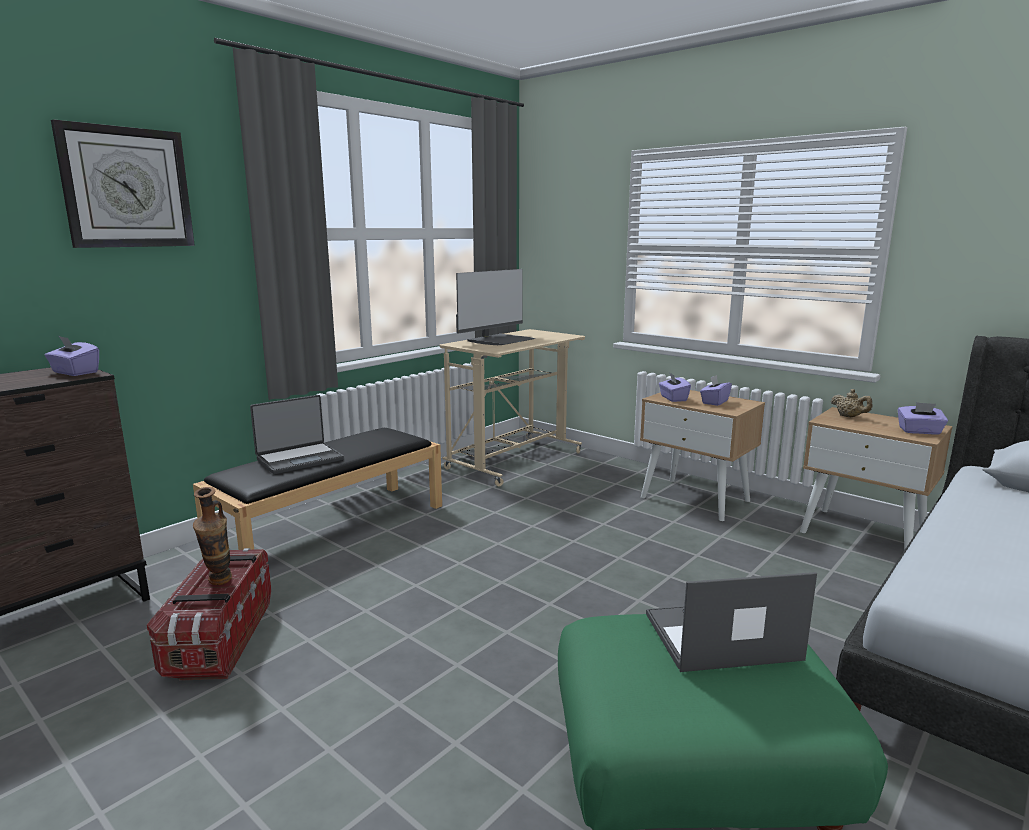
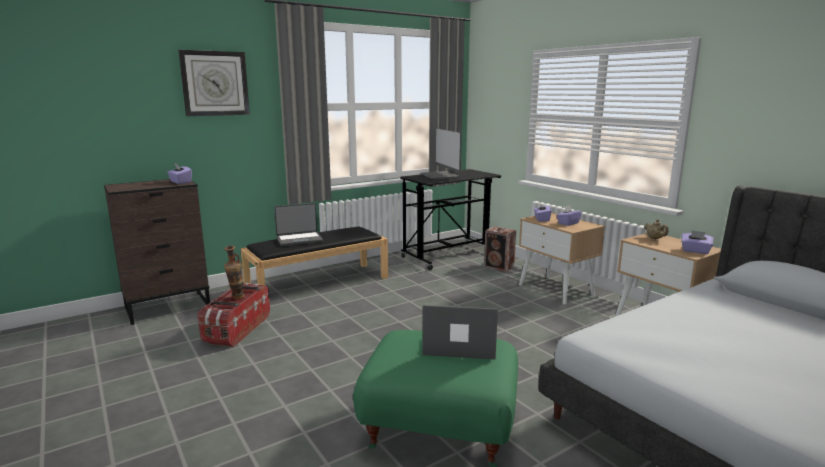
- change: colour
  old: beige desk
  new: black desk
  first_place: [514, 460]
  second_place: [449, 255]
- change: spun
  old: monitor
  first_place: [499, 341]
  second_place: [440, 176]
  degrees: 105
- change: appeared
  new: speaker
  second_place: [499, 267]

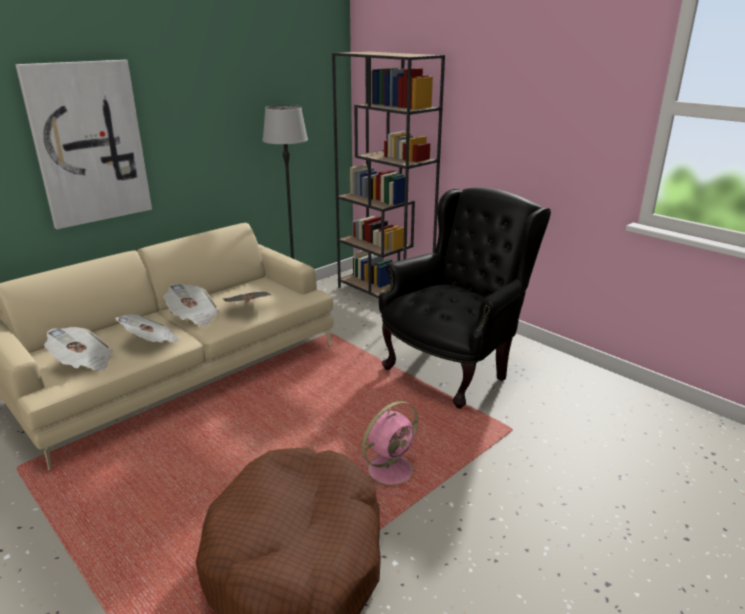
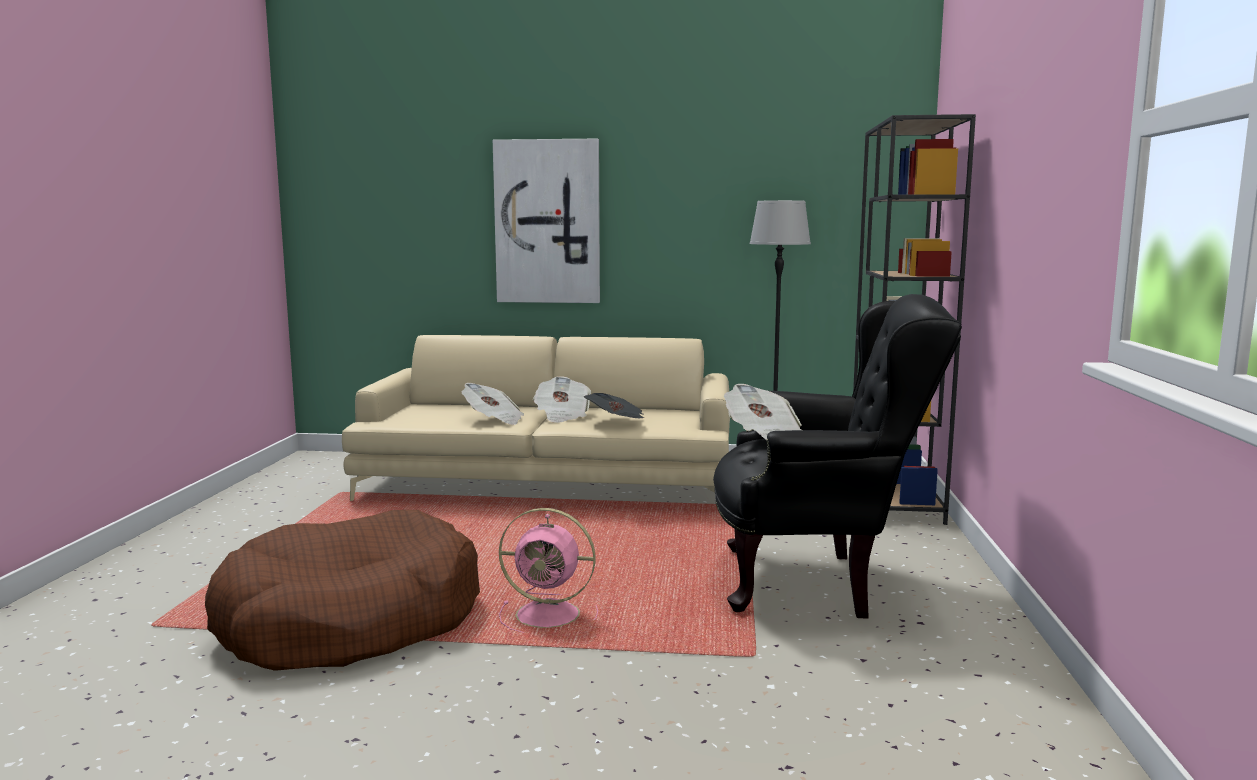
- change: relocated
  old: newspaper
  first_place: [83, 363]
  second_place: [763, 436]

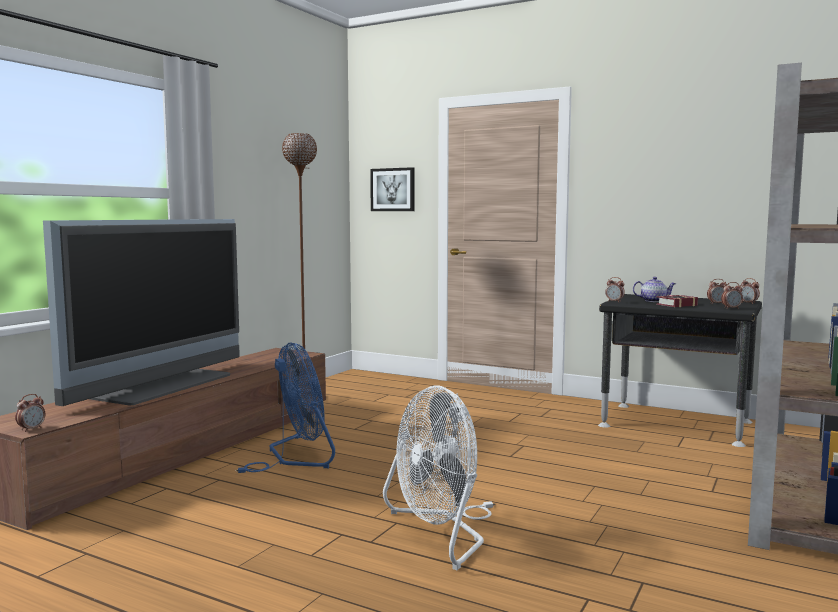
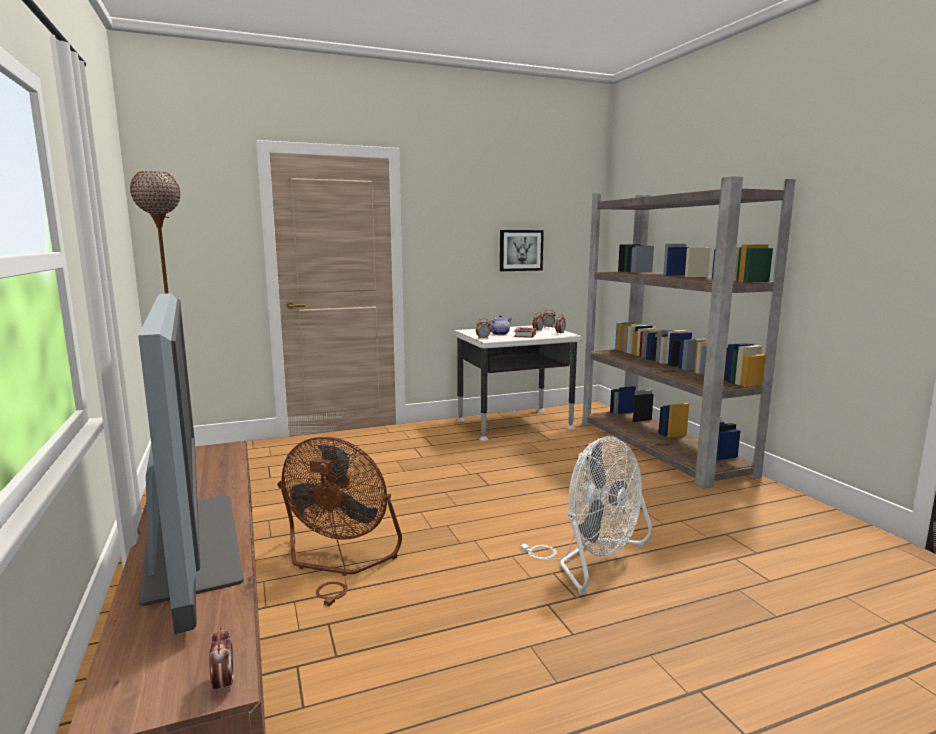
- change: colour
  old: blue fan
  new: brown fan
  first_place: [292, 456]
  second_place: [335, 563]
- change: relocated
  old: picture
  first_place: [393, 189]
  second_place: [520, 250]
- change: spun
  old: white fan
  first_place: [444, 531]
  second_place: [590, 561]
  degrees: -60
- change: colour
  old: black desk
  new: white desk
  first_place: [676, 423]
  second_place: [514, 423]

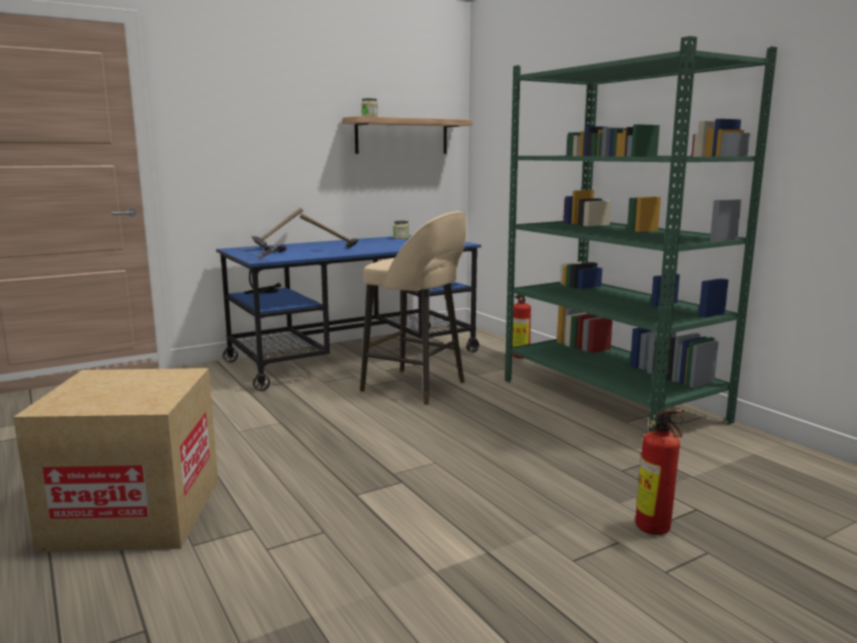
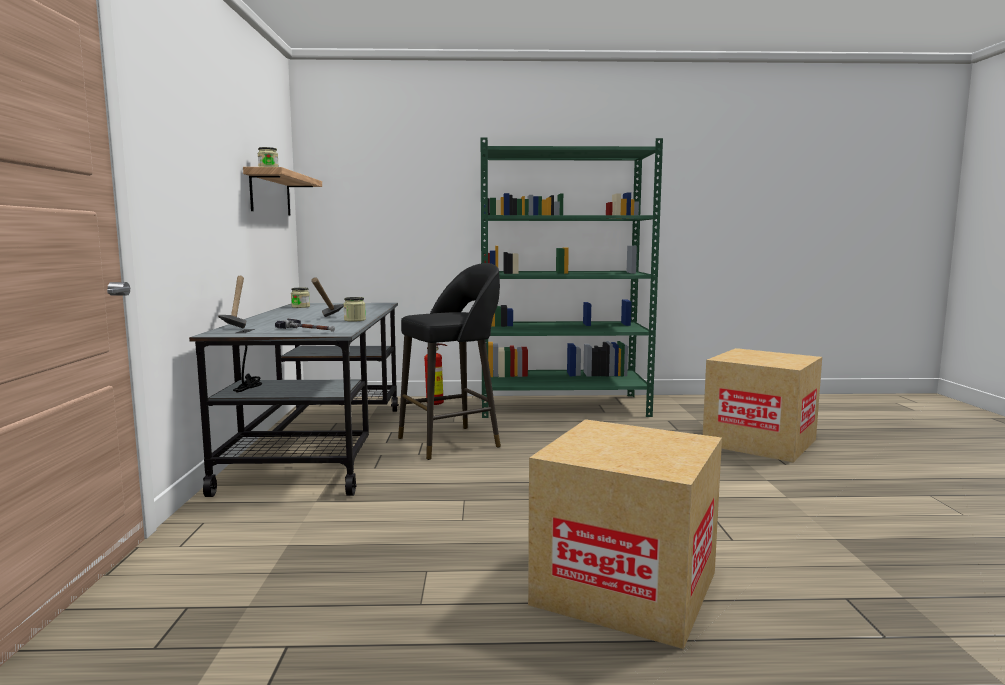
- change: colour
  old: blue desk
  new: grey desk
  first_place: [354, 356]
  second_place: [320, 445]
- change: colour
  old: beige stool
  new: black stool
  first_place: [416, 387]
  second_place: [451, 442]
- change: exchanged
  old: fire extinguisher
  new: cardboard box
  first_place: [654, 531]
  second_place: [759, 442]
- change: appeared
  new: jar
  second_place: [355, 320]

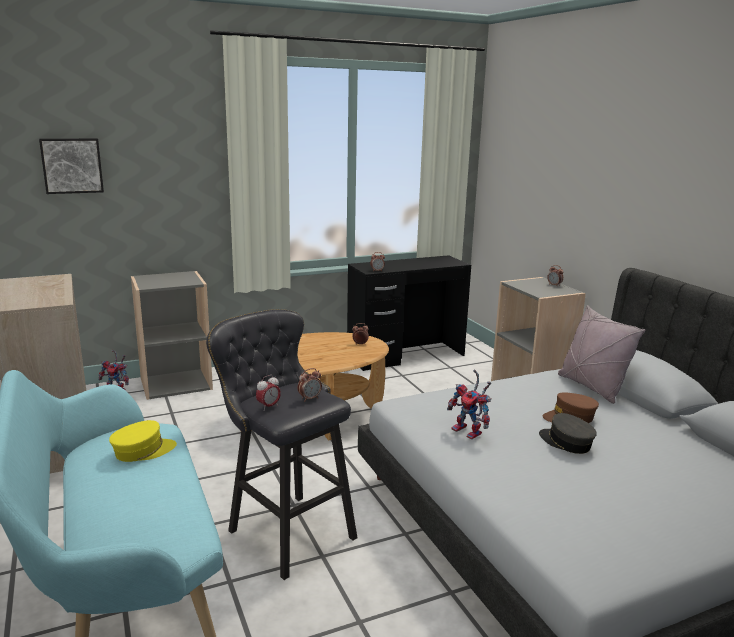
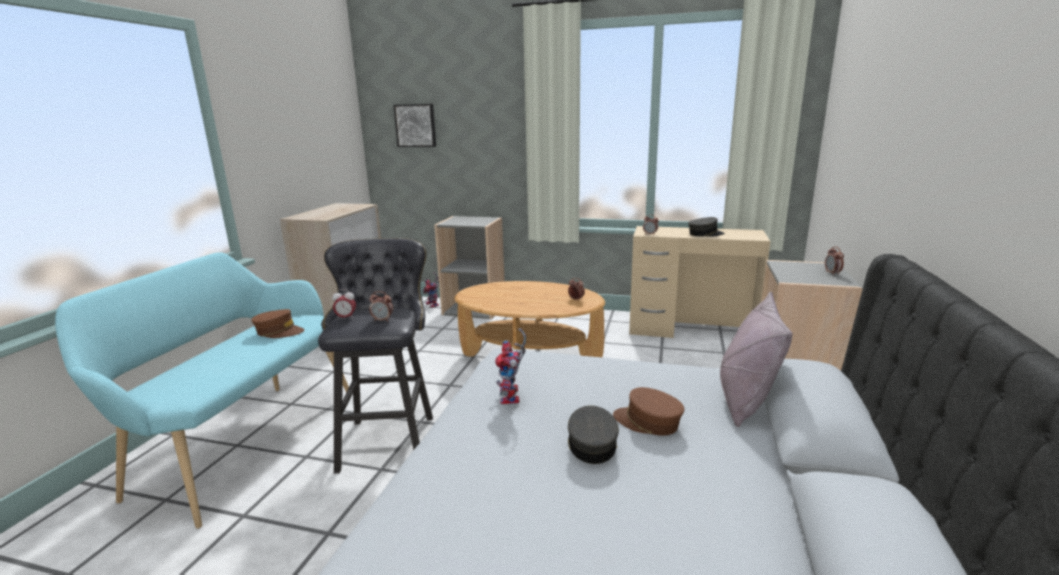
- change: colour
  old: yellow cap
  new: brown cap
  first_place: [143, 451]
  second_place: [279, 331]
- change: colour
  old: black desk
  new: beige desk
  first_place: [405, 355]
  second_place: [691, 331]
- change: appeared
  new: grey cap
  second_place: [705, 234]

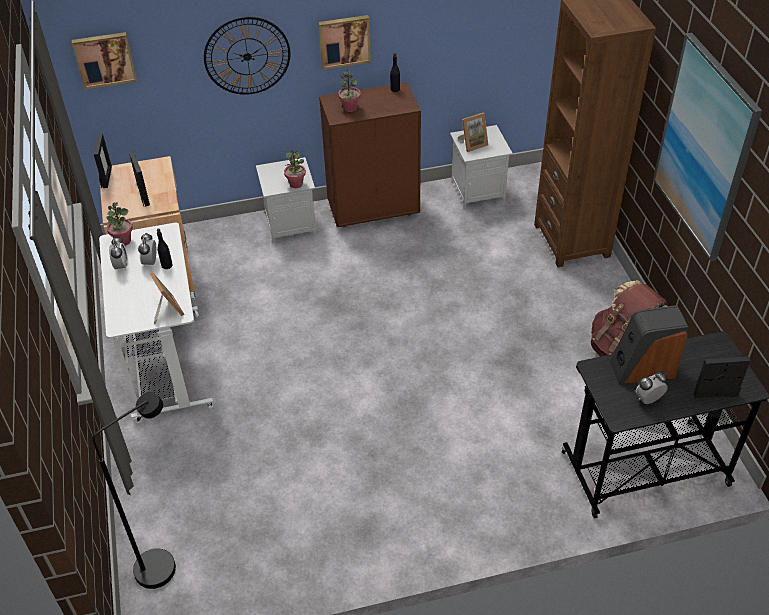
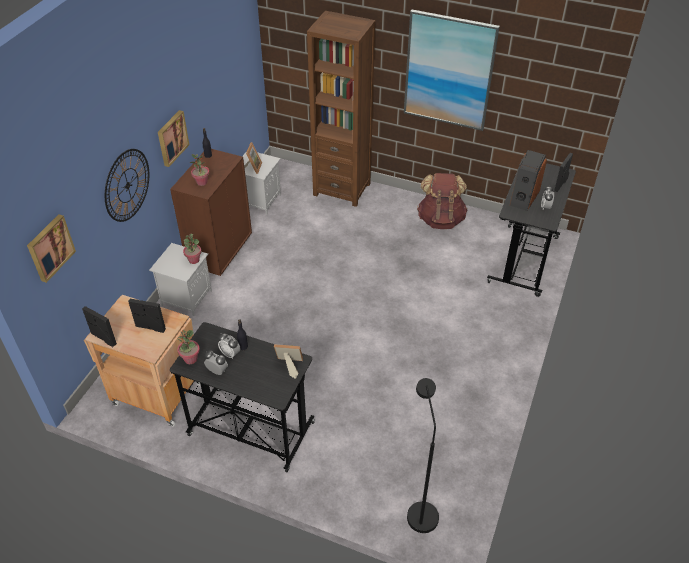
- change: colour
  old: white desk
  new: black desk
  first_place: [168, 366]
  second_place: [251, 429]

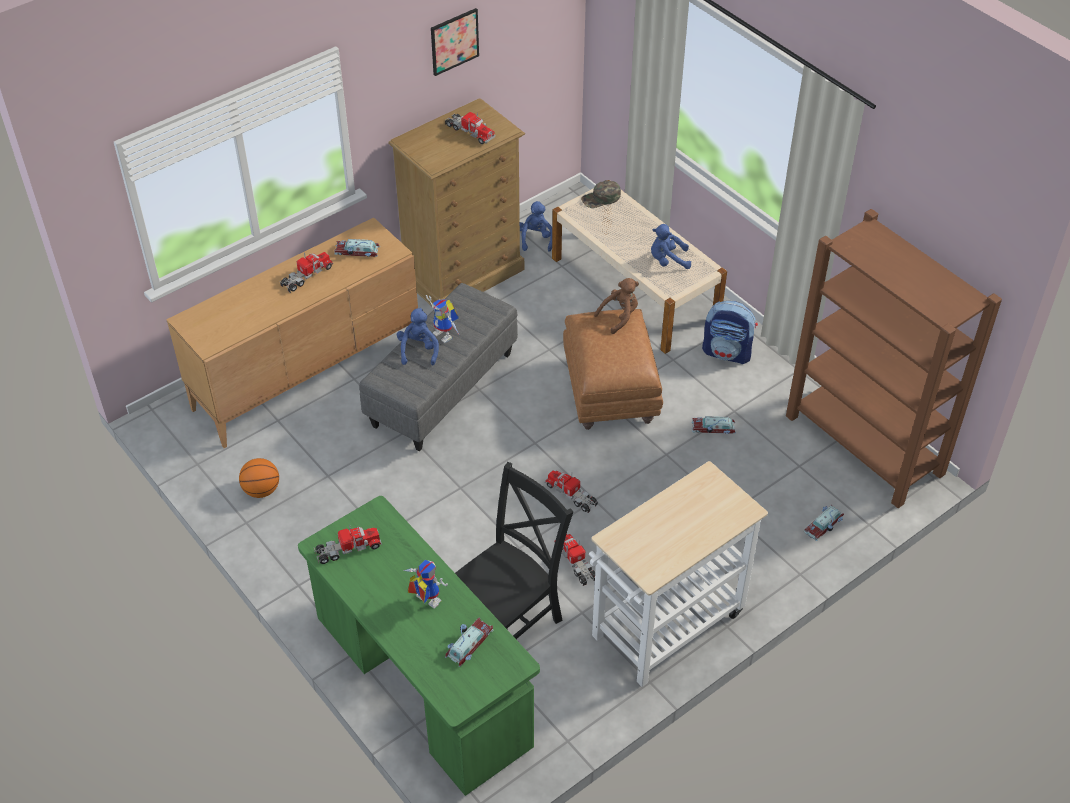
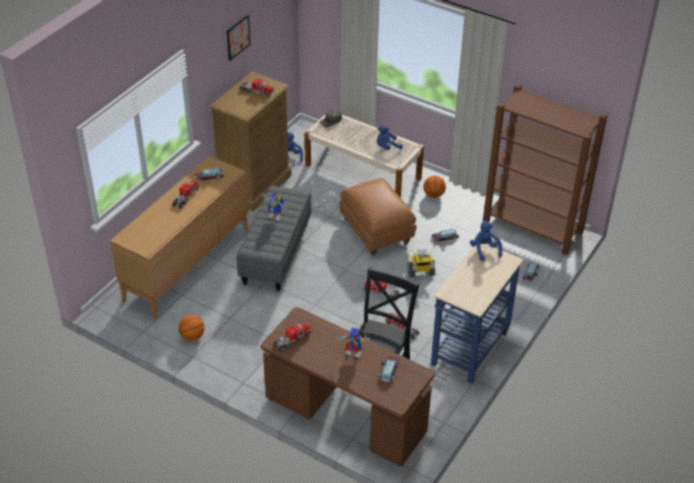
- change: colour
  old: green desk
  new: brown desk
  first_place: [422, 683]
  second_place: [345, 416]
- change: relocated
  old: blue plush toy
  first_place: [418, 350]
  second_place: [484, 250]
- change: colour
  old: white cart
  new: blue cart
  first_place: [665, 627]
  second_place: [469, 349]
- change: missing
  old: brown plush toy
  first_place: [619, 316]
- change: exchanged
  old: backpack
  new: basketball
  first_place: [727, 353]
  second_place: [433, 195]
- change: appeared
  new: toy robot
  second_place: [420, 272]

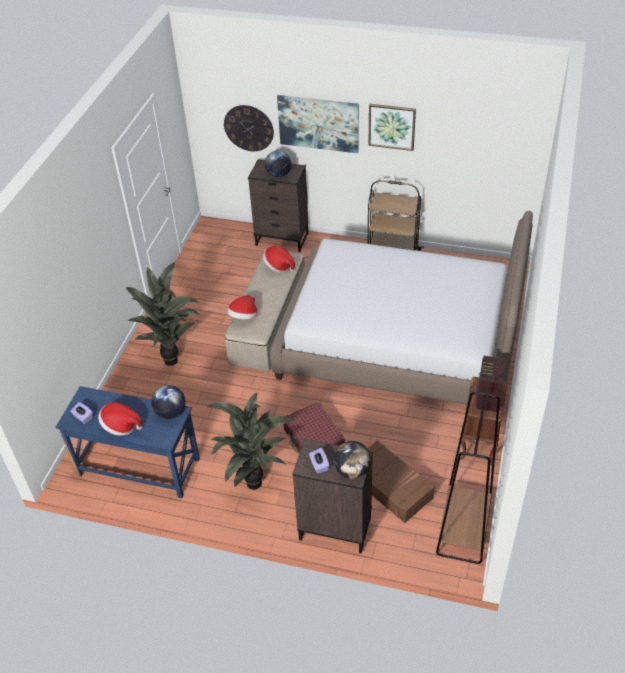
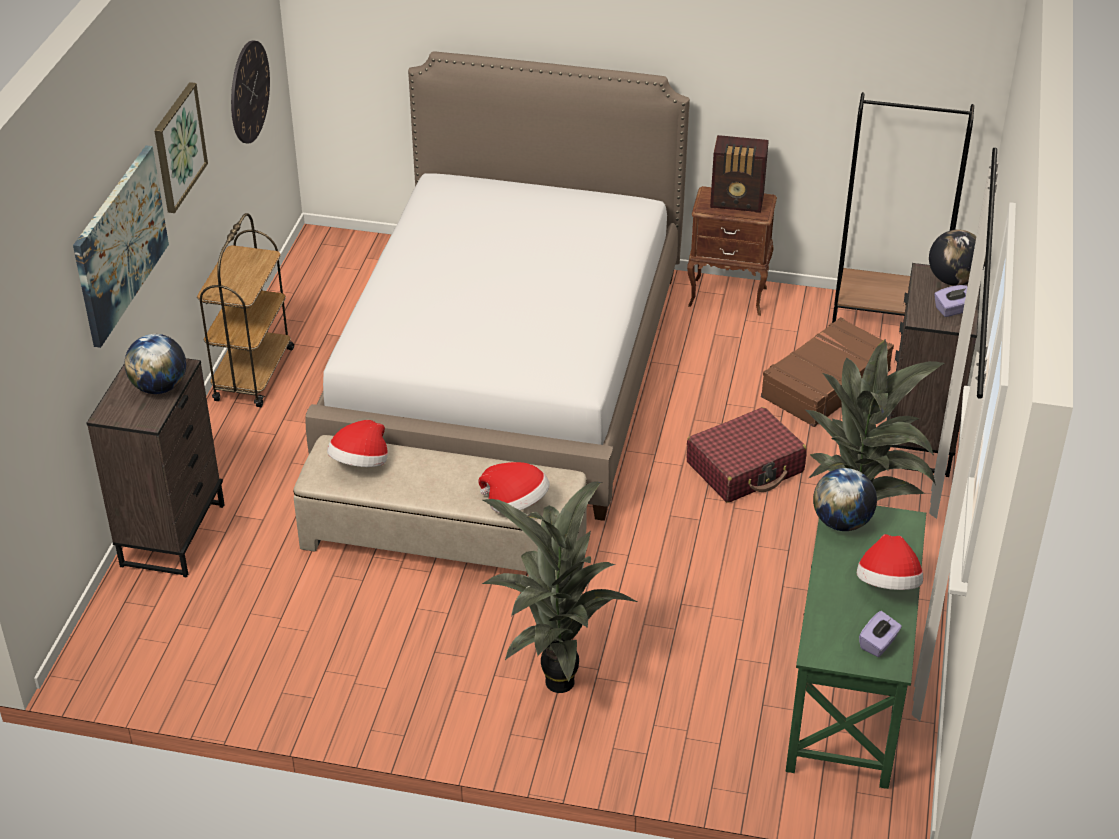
- change: colour
  old: blue desk
  new: green desk
  first_place: [138, 467]
  second_place: [848, 695]
- change: relocated
  old: wall clock
  first_place: [248, 128]
  second_place: [249, 92]

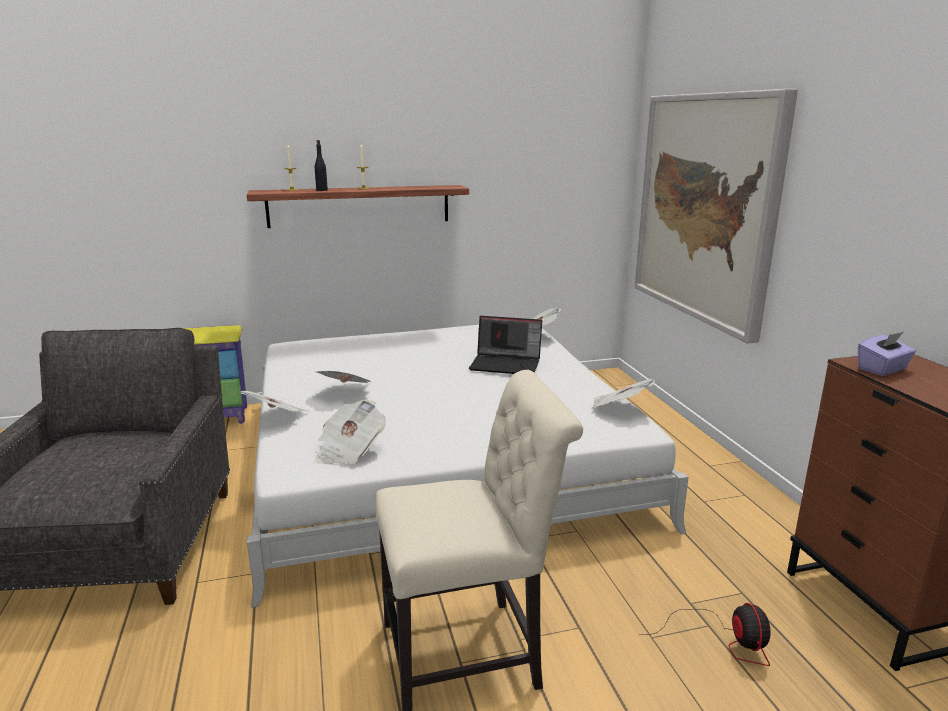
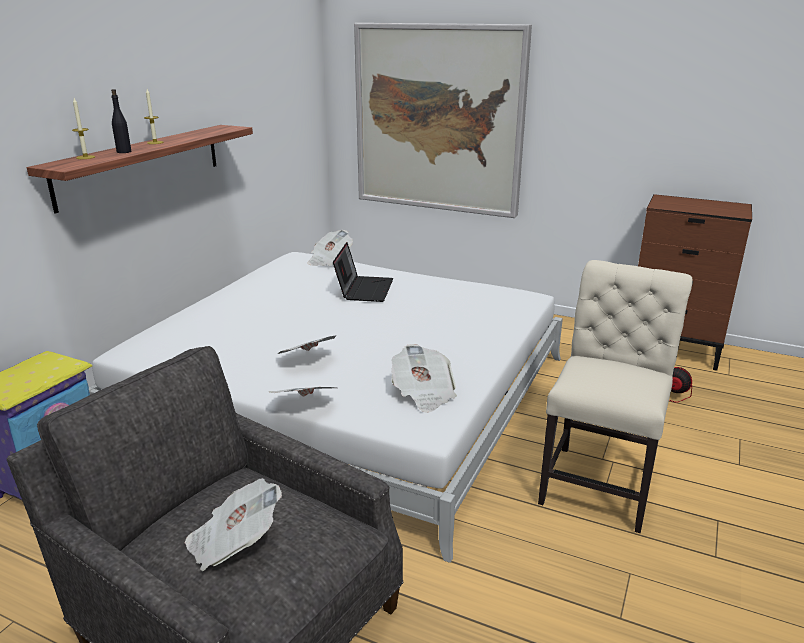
- change: spun
  old: laptop
  first_place: [506, 364]
  second_place: [364, 289]
  degrees: -45
- change: relocated
  old: newspaper
  first_place: [619, 408]
  second_place: [234, 543]
- change: missing
  old: purple tissue box
  first_place: [882, 369]

